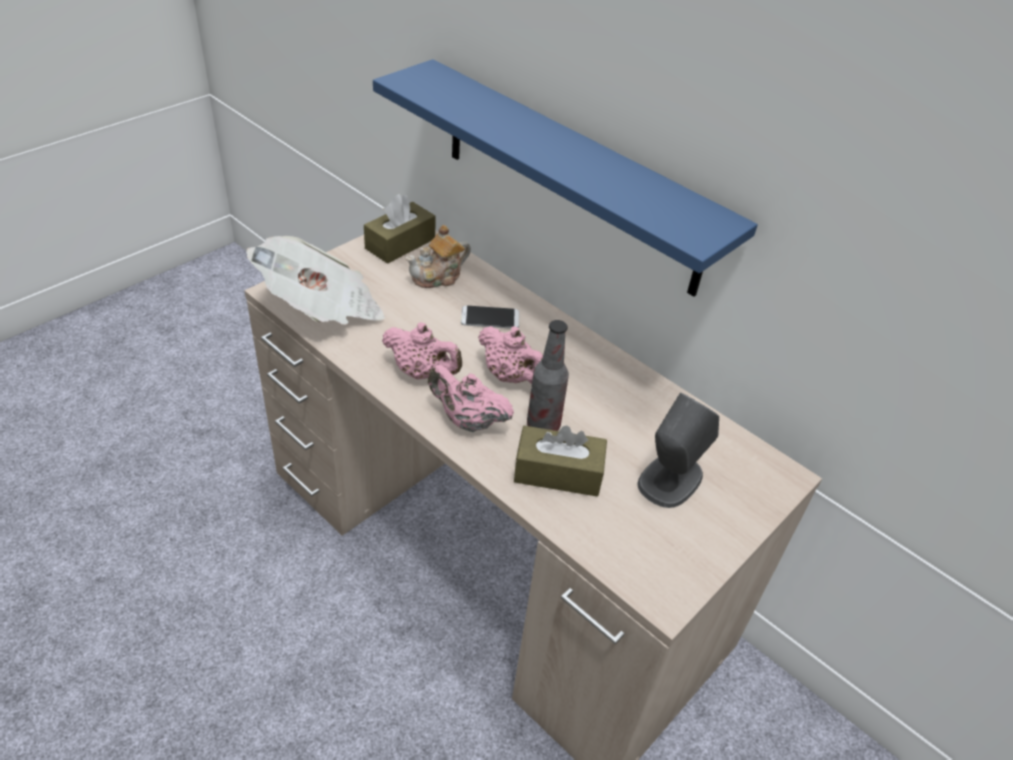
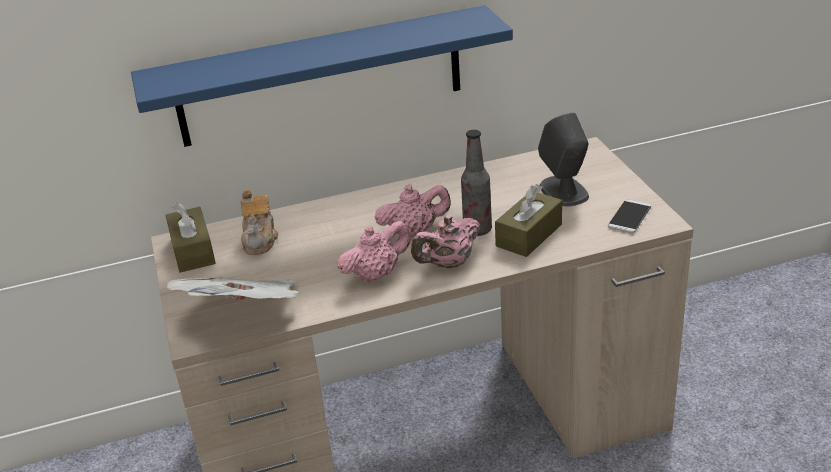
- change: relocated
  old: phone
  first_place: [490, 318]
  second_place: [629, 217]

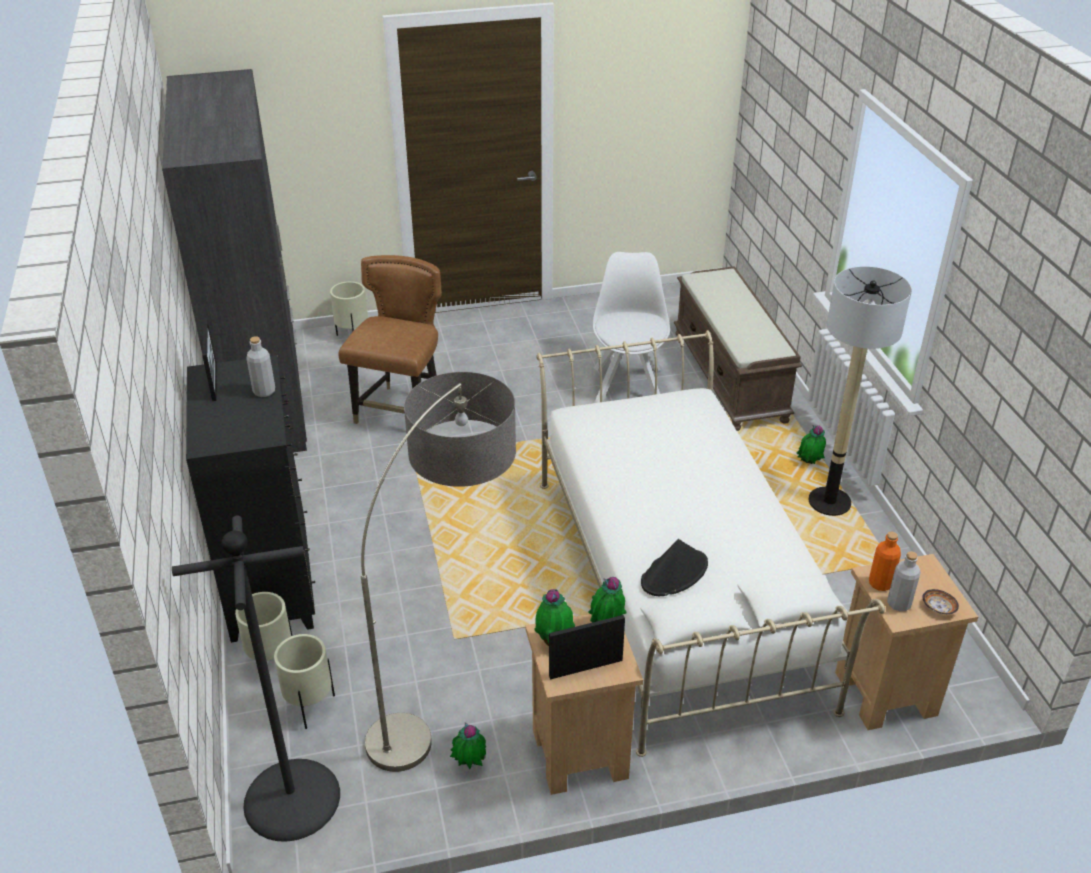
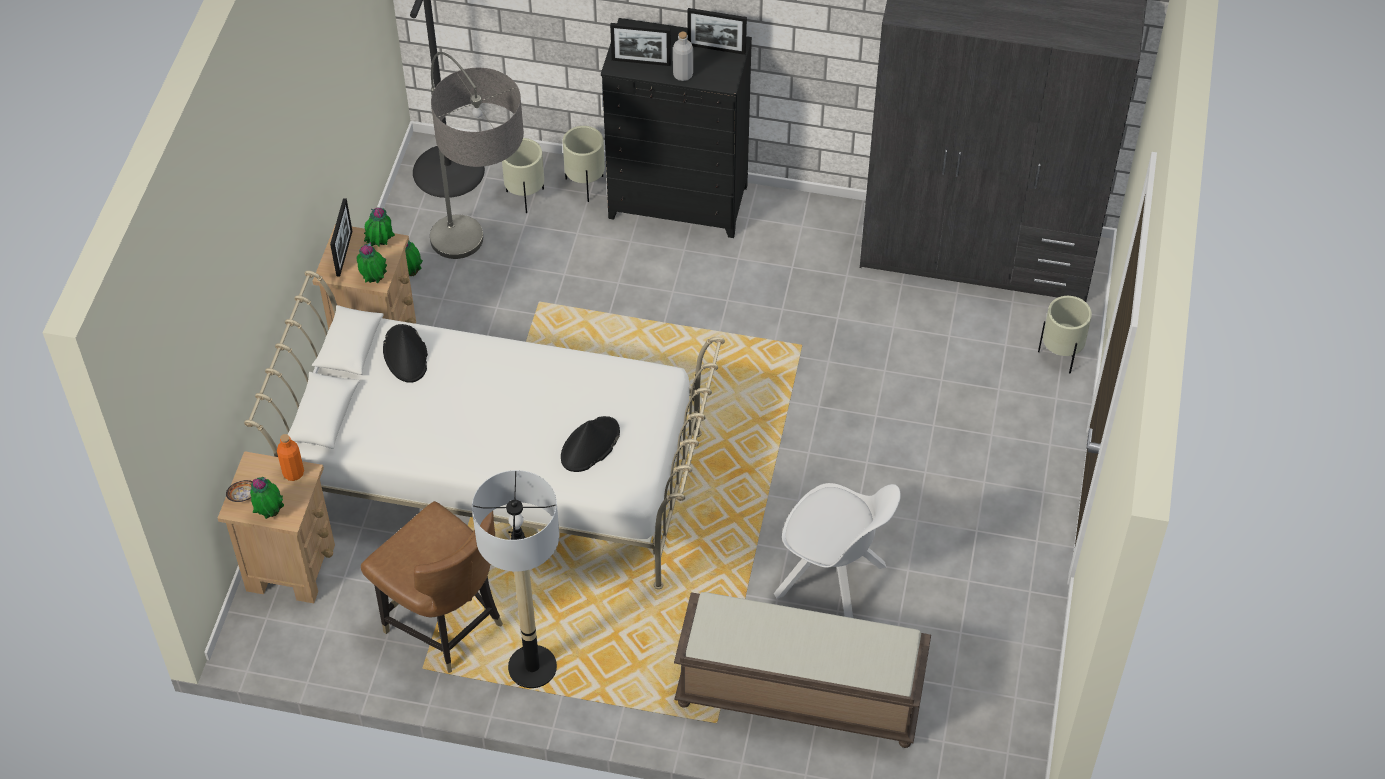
- change: relocated
  old: brown chair
  first_place: [402, 411]
  second_place: [445, 624]
- change: relocated
  old: potted plant
  first_place: [809, 464]
  second_place: [270, 512]
- change: missing
  old: grey bottle
  first_place: [898, 604]
- change: appeared
  new: black hat
  second_place: [590, 445]
- change: appeared
  new: picture frame
  second_place: [641, 62]

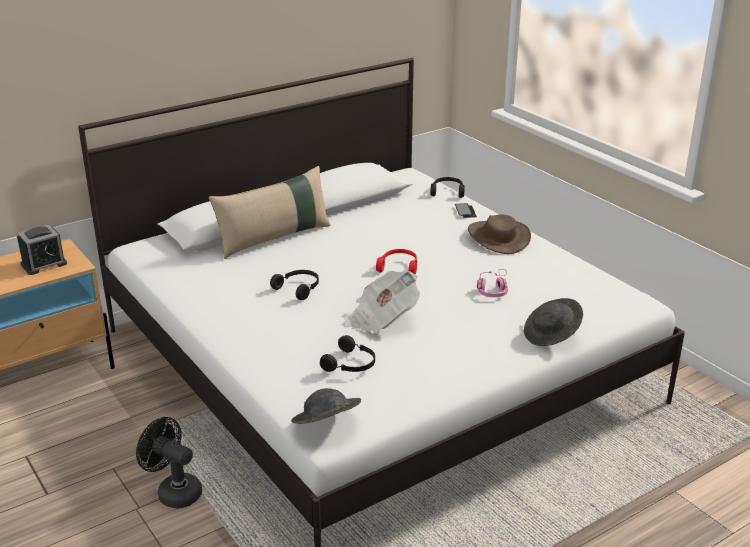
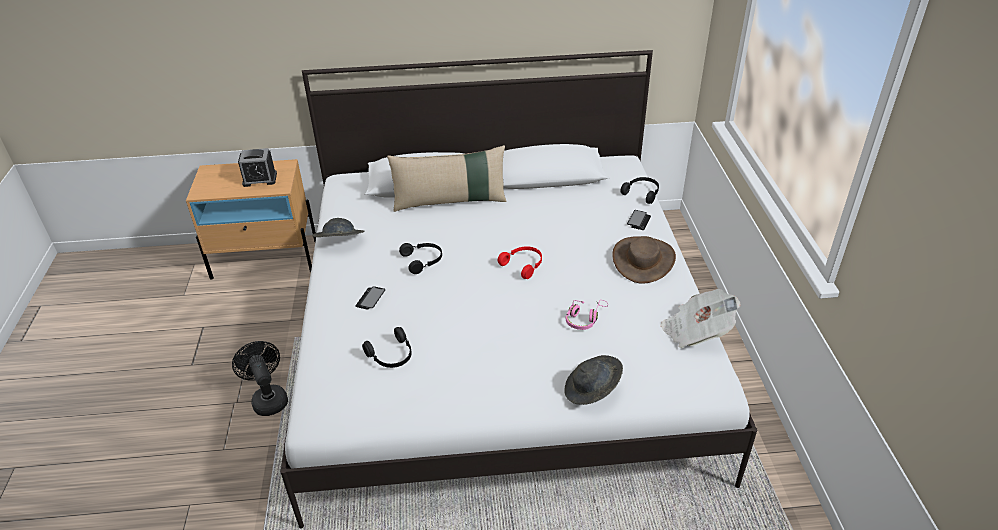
- change: relocated
  old: grey hat
  first_place: [326, 425]
  second_place: [340, 243]
- change: relocated
  old: newspaper
  first_place: [381, 319]
  second_place: [696, 331]
- change: appeared
  new: phone
  second_place: [370, 299]

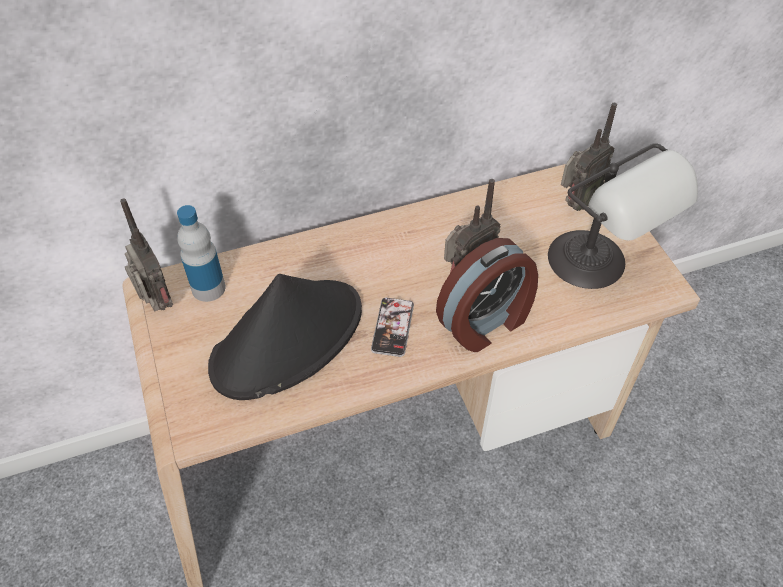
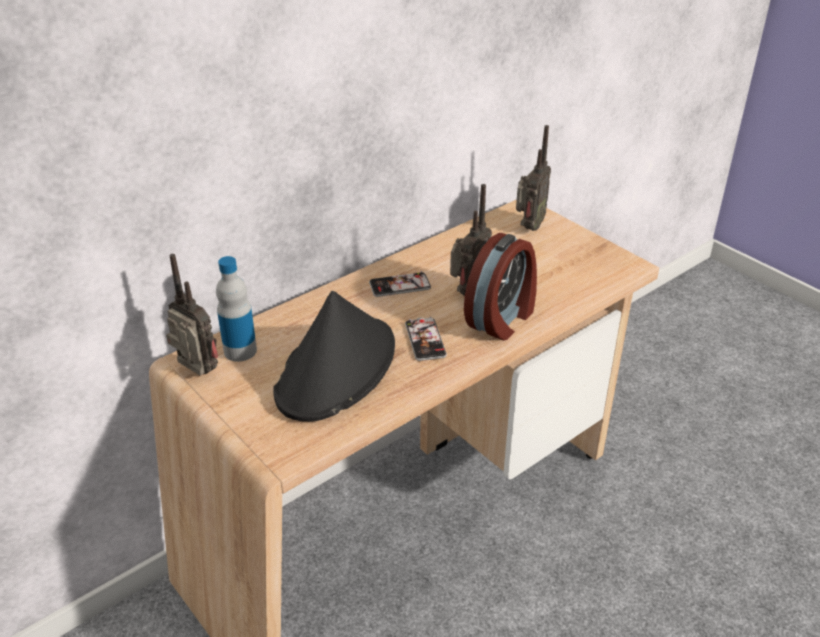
- change: missing
  old: table lamp
  first_place: [599, 268]
- change: appeared
  new: phone
  second_place: [400, 285]

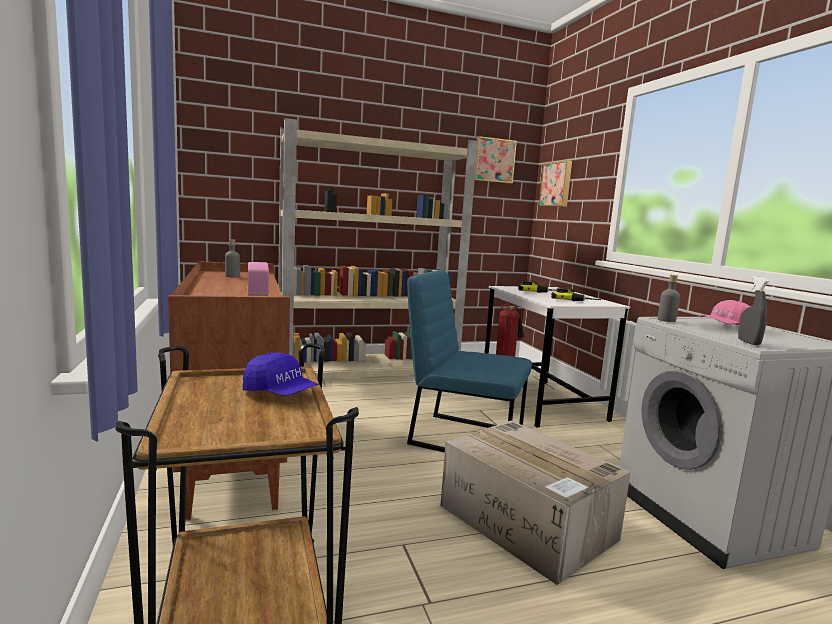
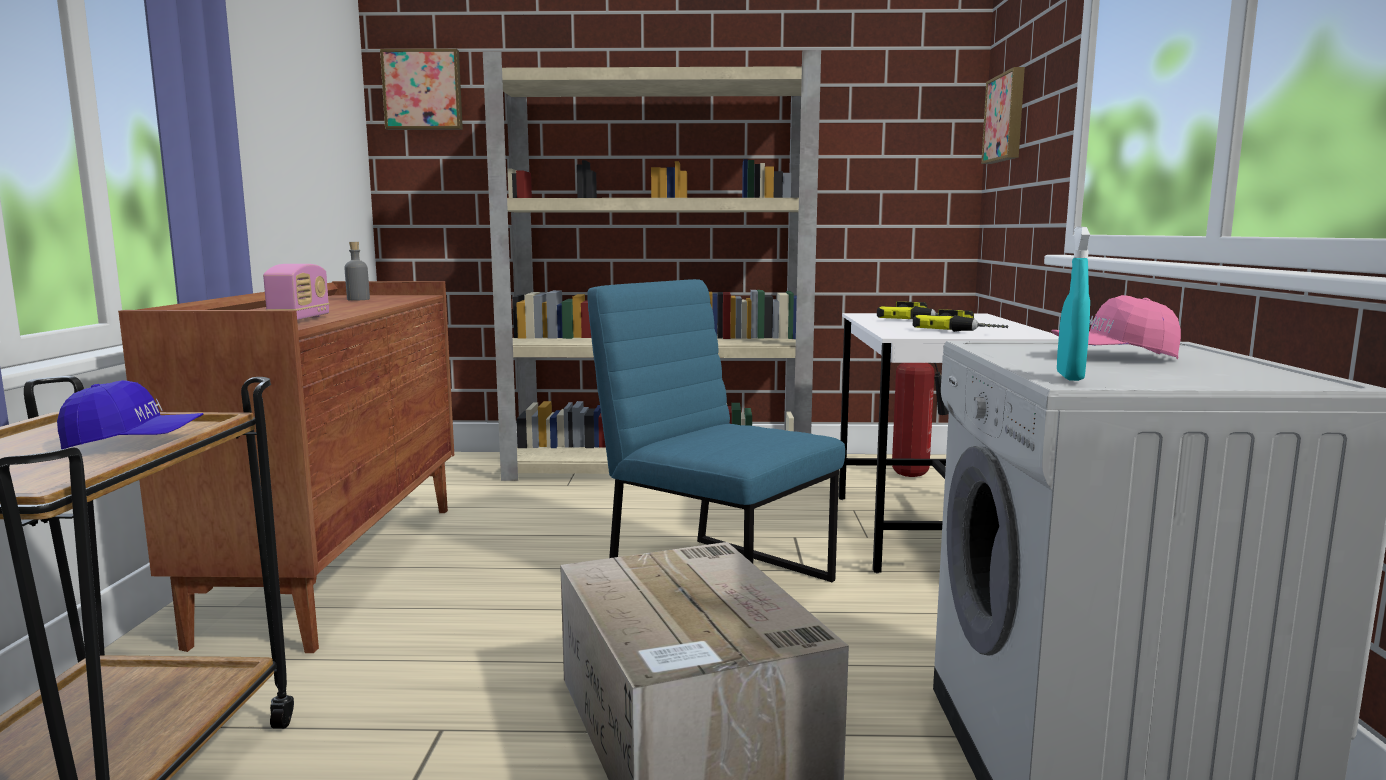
- change: spun
  old: blue cap
  first_place: [280, 393]
  second_place: [133, 443]
  degrees: -60
- change: relocated
  old: picture
  first_place: [493, 160]
  second_place: [423, 90]
- change: missing
  old: grey bottle
  first_place: [666, 320]
- change: colour
  old: grey spray bottle
  new: turquoise spray bottle
  first_place: [748, 342]
  second_place: [1069, 377]

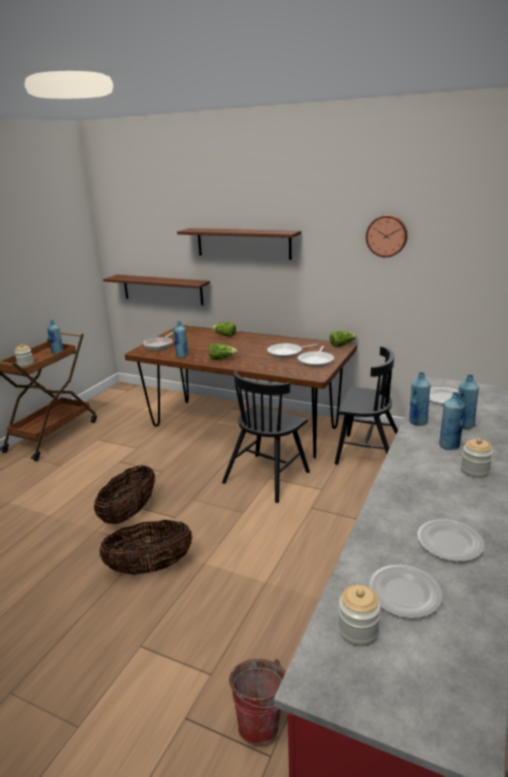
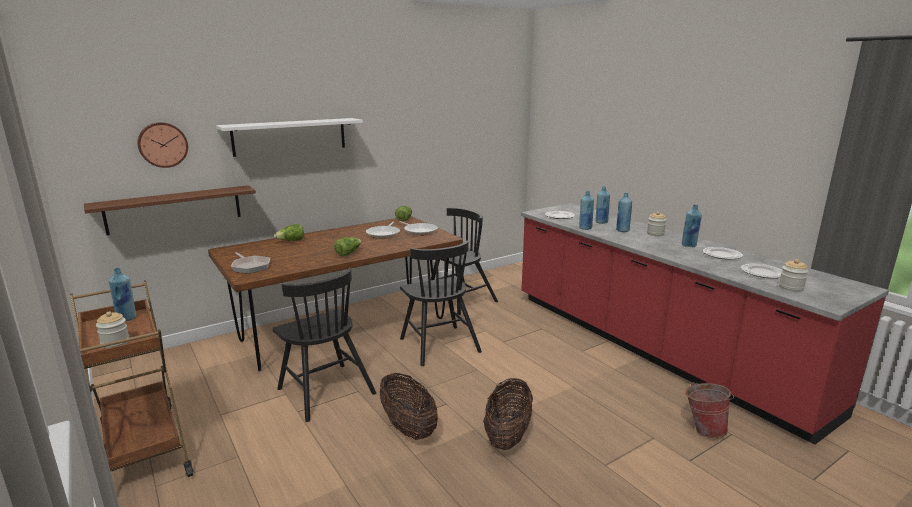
- change: relocated
  old: blue bottle
  first_place: [182, 356]
  second_place: [689, 245]
- change: colour
  old: brown shelf
  new: white shelf
  first_place: [243, 243]
  second_place: [290, 136]
- change: relocated
  old: wall clock
  first_place: [387, 236]
  second_place: [162, 144]
- change: appeared
  new: black chair
  second_place: [323, 388]

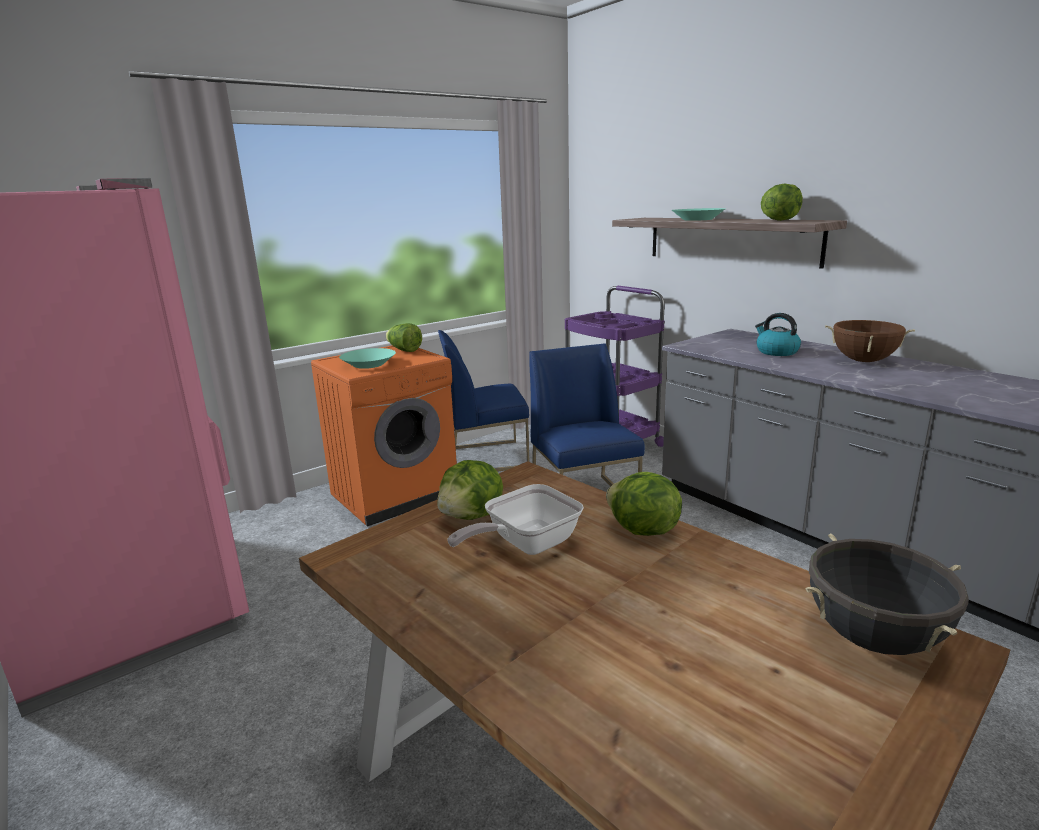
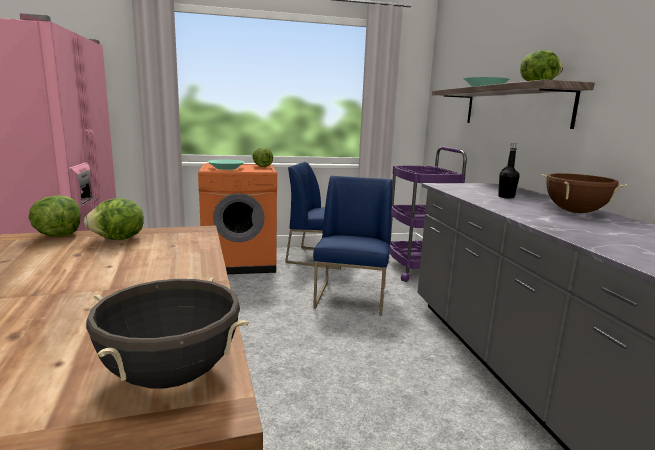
- change: missing
  old: frying pan
  first_place: [525, 545]
- change: relocated
  old: lettuce
  first_place: [642, 531]
  second_place: [58, 235]
- change: exchanged
  old: kettle
  new: black bottle
  first_place: [776, 352]
  second_place: [506, 197]

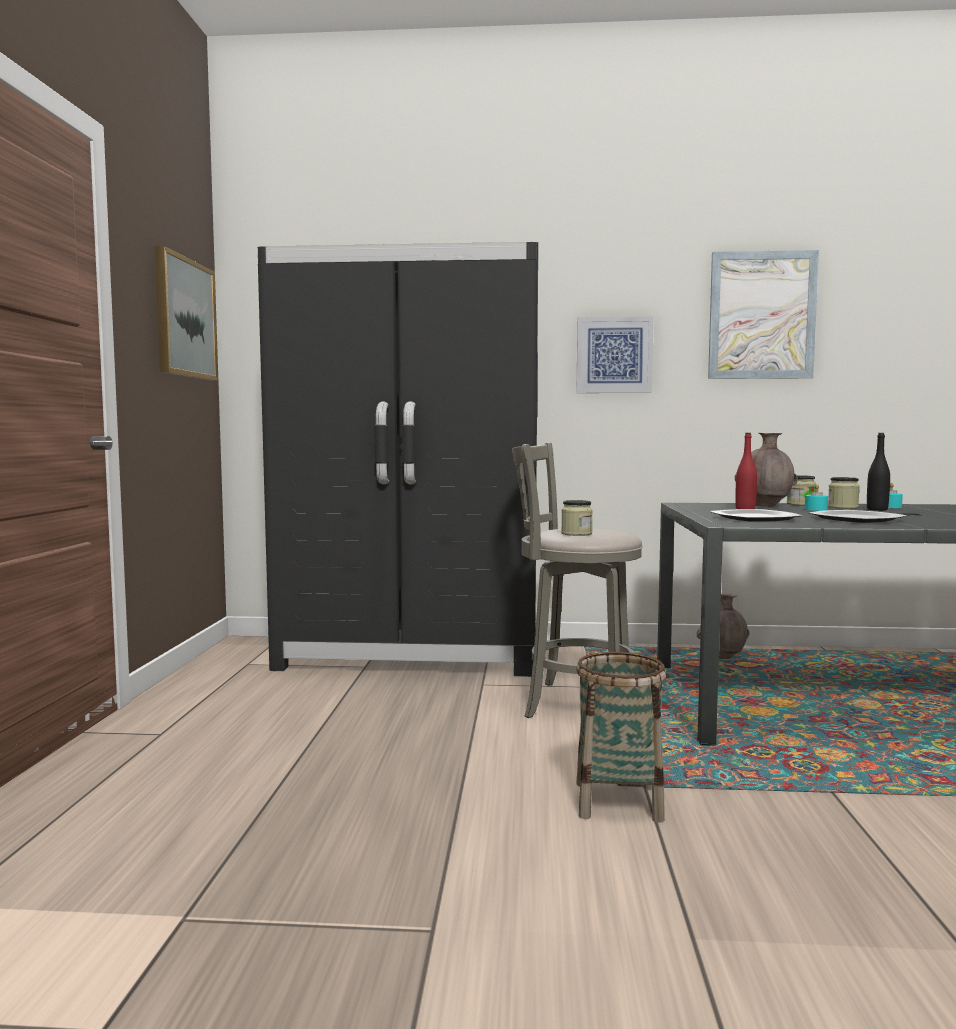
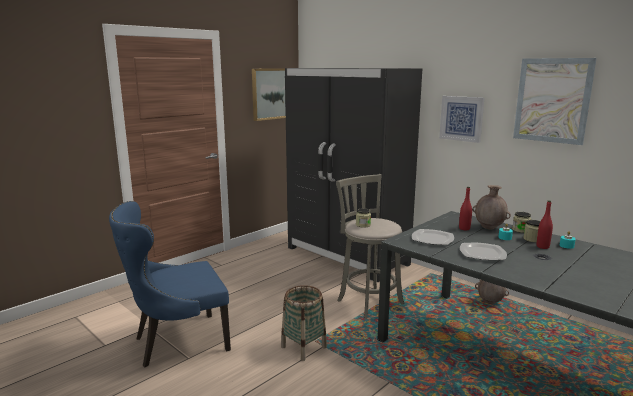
- change: colour
  old: black bottle
  new: red bottle
  first_place: [877, 509]
  second_place: [542, 247]
- change: appeared
  new: blue chair
  second_place: [177, 342]

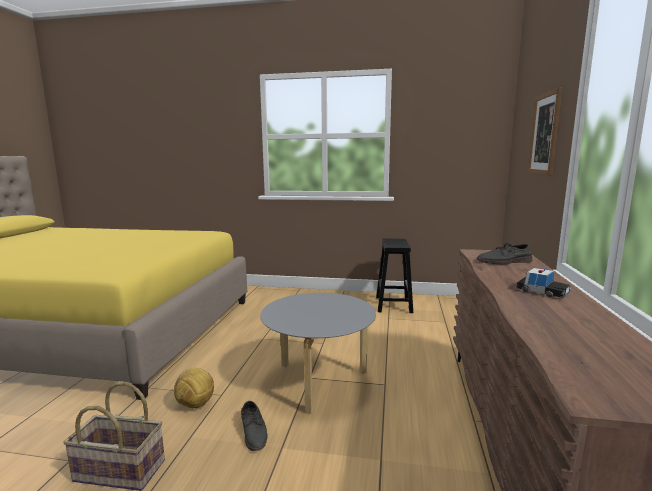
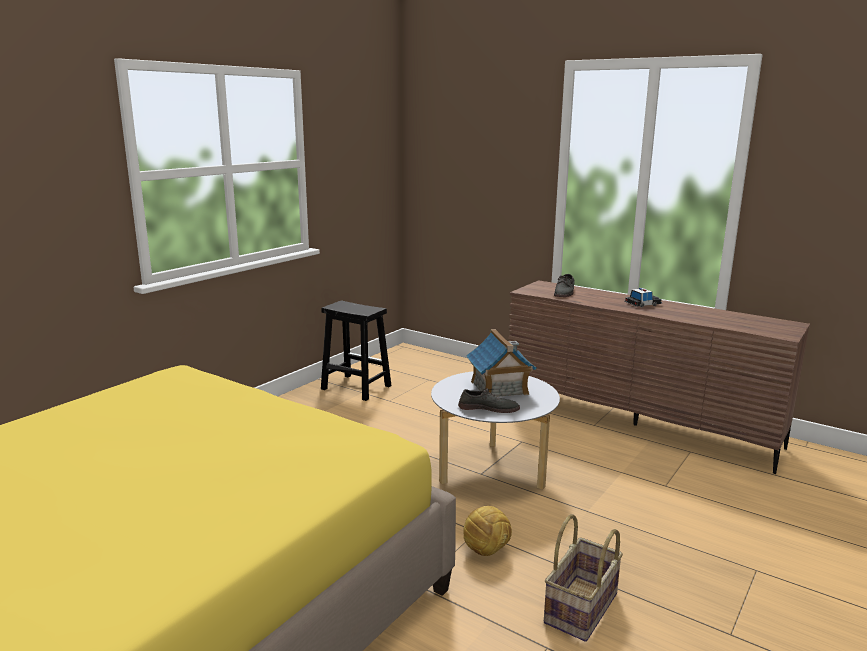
- change: relocated
  old: grey shoe
  first_place: [254, 431]
  second_place: [488, 408]
- change: missing
  old: picture
  first_place: [544, 134]
- change: appeared
  new: toy house
  second_place: [499, 388]

